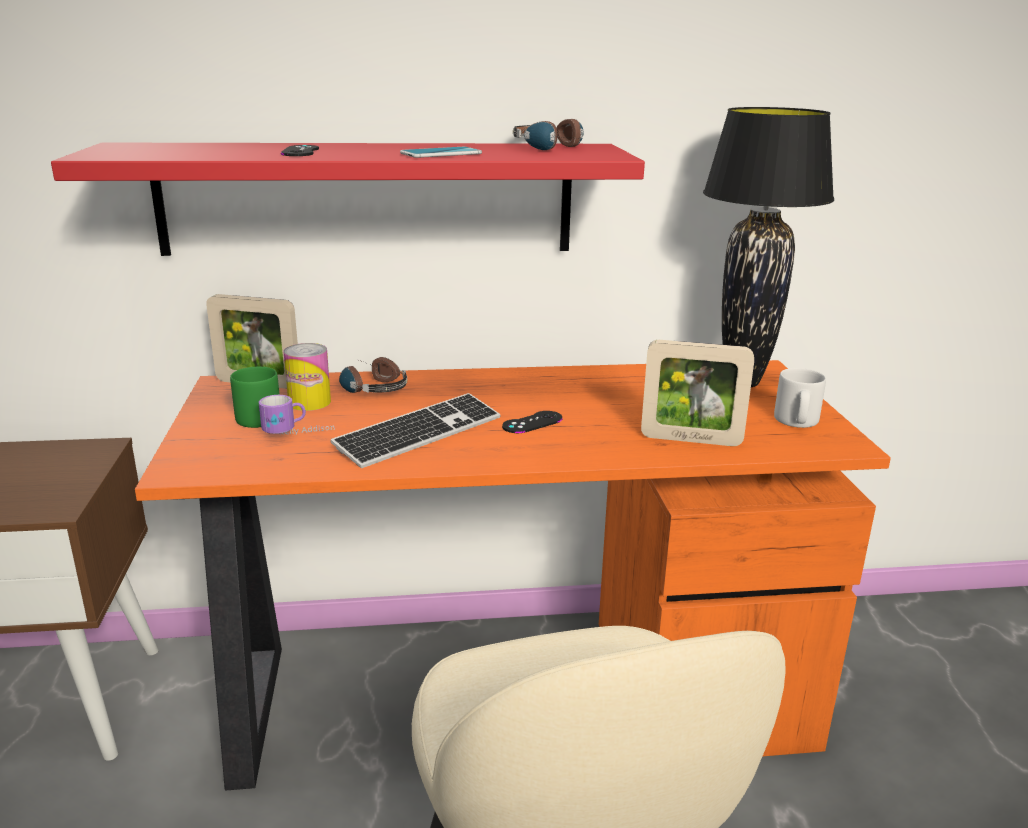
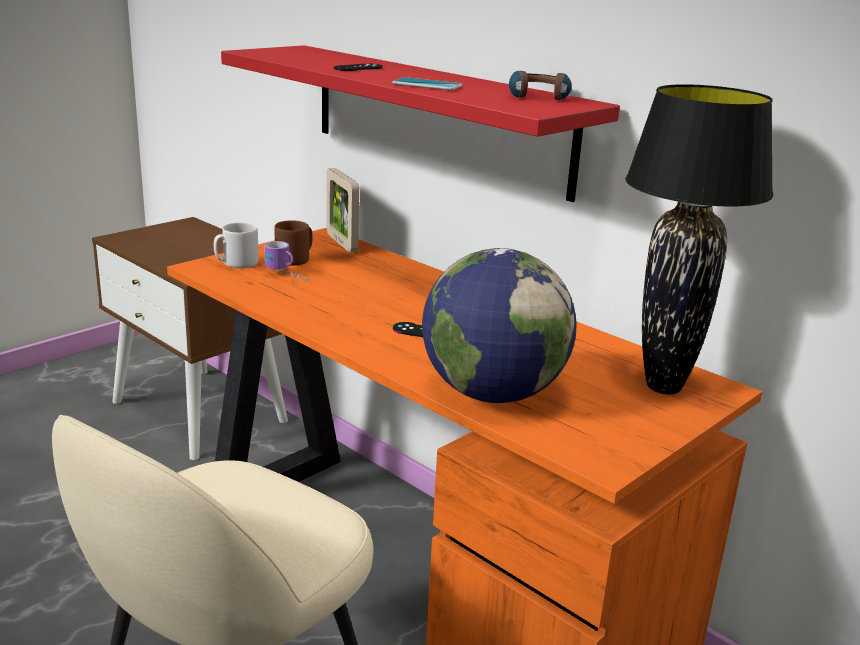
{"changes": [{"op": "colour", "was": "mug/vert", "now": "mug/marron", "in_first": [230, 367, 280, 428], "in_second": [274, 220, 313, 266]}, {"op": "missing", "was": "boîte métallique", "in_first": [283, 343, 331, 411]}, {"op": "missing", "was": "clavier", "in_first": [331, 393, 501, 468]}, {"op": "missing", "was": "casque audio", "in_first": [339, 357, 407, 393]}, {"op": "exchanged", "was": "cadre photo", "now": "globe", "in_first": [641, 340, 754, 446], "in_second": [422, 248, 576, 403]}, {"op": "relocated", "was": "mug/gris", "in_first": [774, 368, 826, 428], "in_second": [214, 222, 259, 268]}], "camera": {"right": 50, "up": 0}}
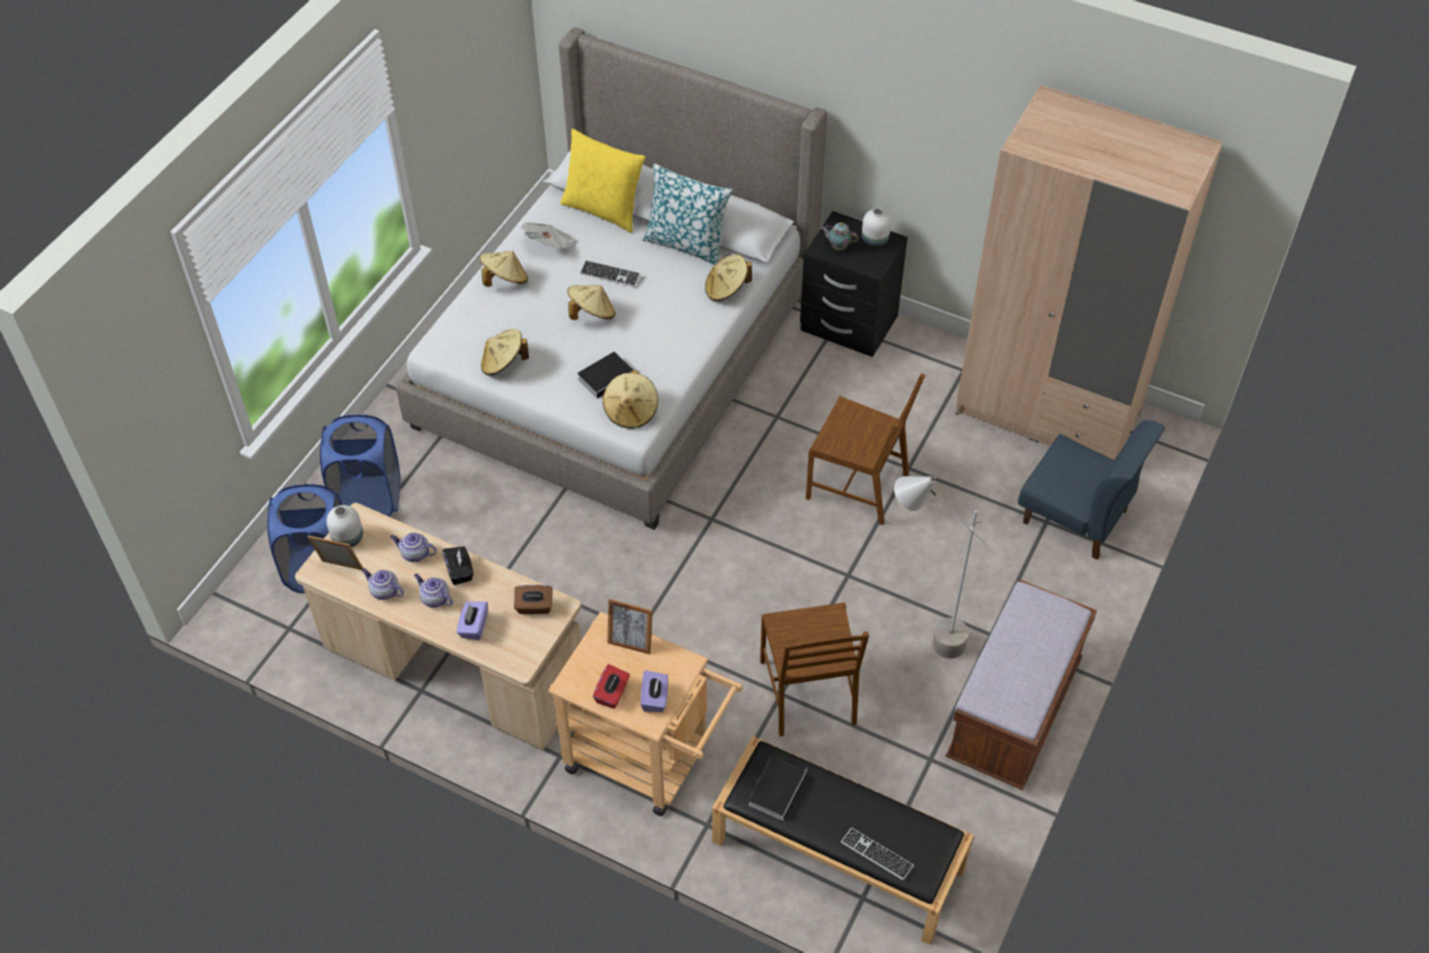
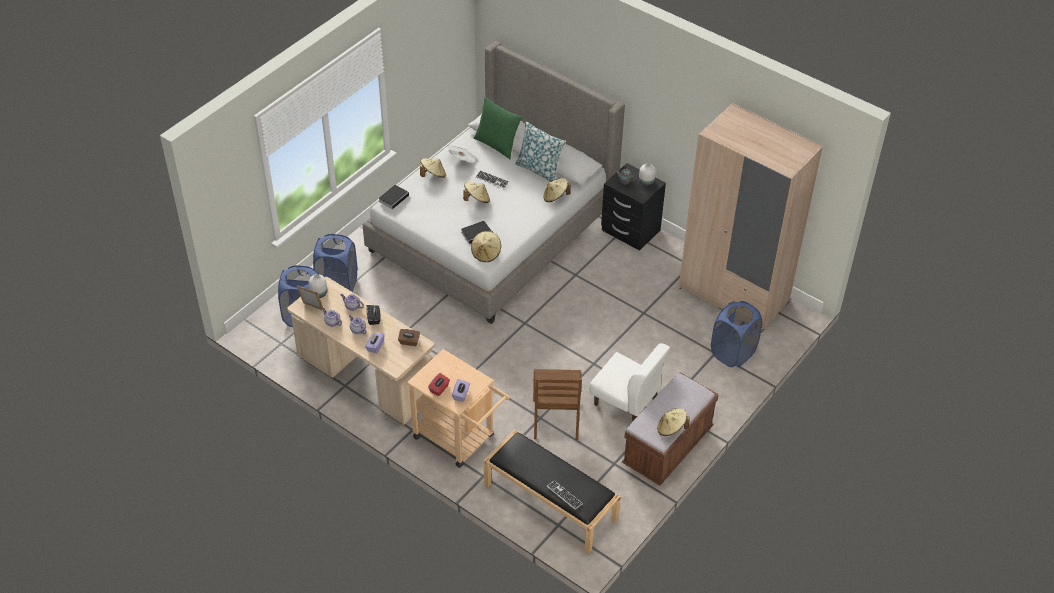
{"changes": [{"op": "relocated", "was": "chapeau/beige", "in_first": [481, 329, 529, 375], "in_second": [657, 408, 690, 436]}, {"op": "colour", "was": "coussin/jaune", "now": "coussin/vert", "in_first": [560, 129, 645, 233], "in_second": [474, 97, 522, 159]}, {"op": "missing", "was": "cadre photo", "in_first": [607, 599, 653, 654]}, {"op": "relocated", "was": "livre", "in_first": [749, 757, 808, 821], "in_second": [378, 185, 409, 209]}, {"op": "missing", "was": "chaise/marron", "in_first": [806, 373, 925, 525]}, {"op": "exchanged", "was": "lampadaire/gris", "now": "chaise/blanc", "in_first": [894, 476, 987, 659], "in_second": [589, 343, 670, 421]}, {"op": "exchanged", "was": "chaise/bleu", "now": "panier à linge/bleu", "in_first": [1018, 420, 1165, 560], "in_second": [711, 301, 763, 367]}], "camera": {"right": 10, "up": -5}}
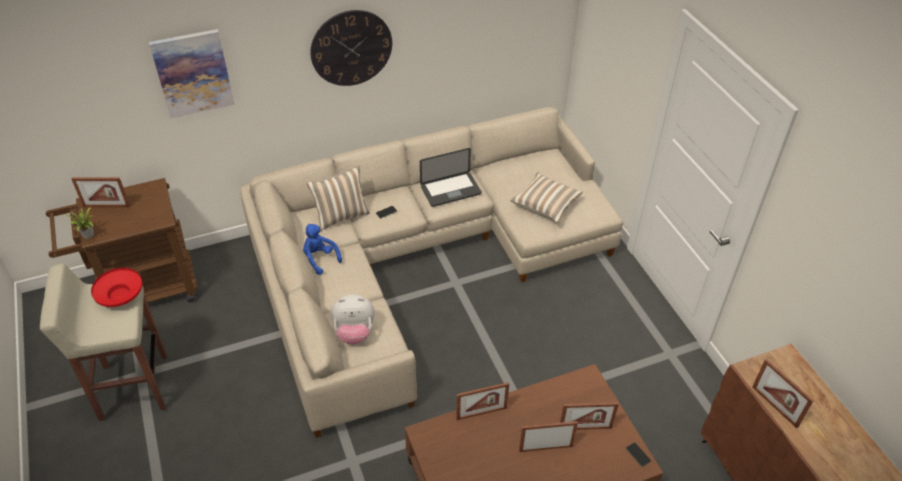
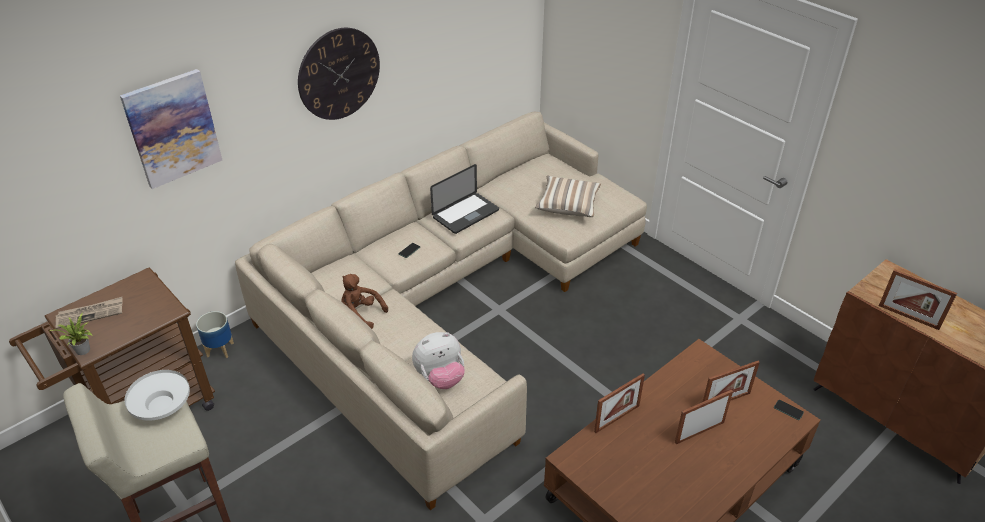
{"changes": [{"op": "exchanged", "was": "cadre photo", "now": "journal", "in_first": [71, 177, 130, 207], "in_second": [55, 297, 123, 329]}, {"op": "colour", "was": "bol/rouge", "now": "bol/blanc", "in_first": [91, 268, 143, 307], "in_second": [124, 370, 190, 421]}, {"op": "colour", "was": "peluche/bleu", "now": "peluche/marron", "in_first": [303, 224, 342, 275], "in_second": [341, 274, 388, 329]}, {"op": "missing", "was": "coussin", "in_first": [307, 165, 370, 231]}, {"op": "appeared", "now": "cache-pot", "in_second": [196, 311, 234, 358]}], "camera": {"right": -20, "up": -5}}
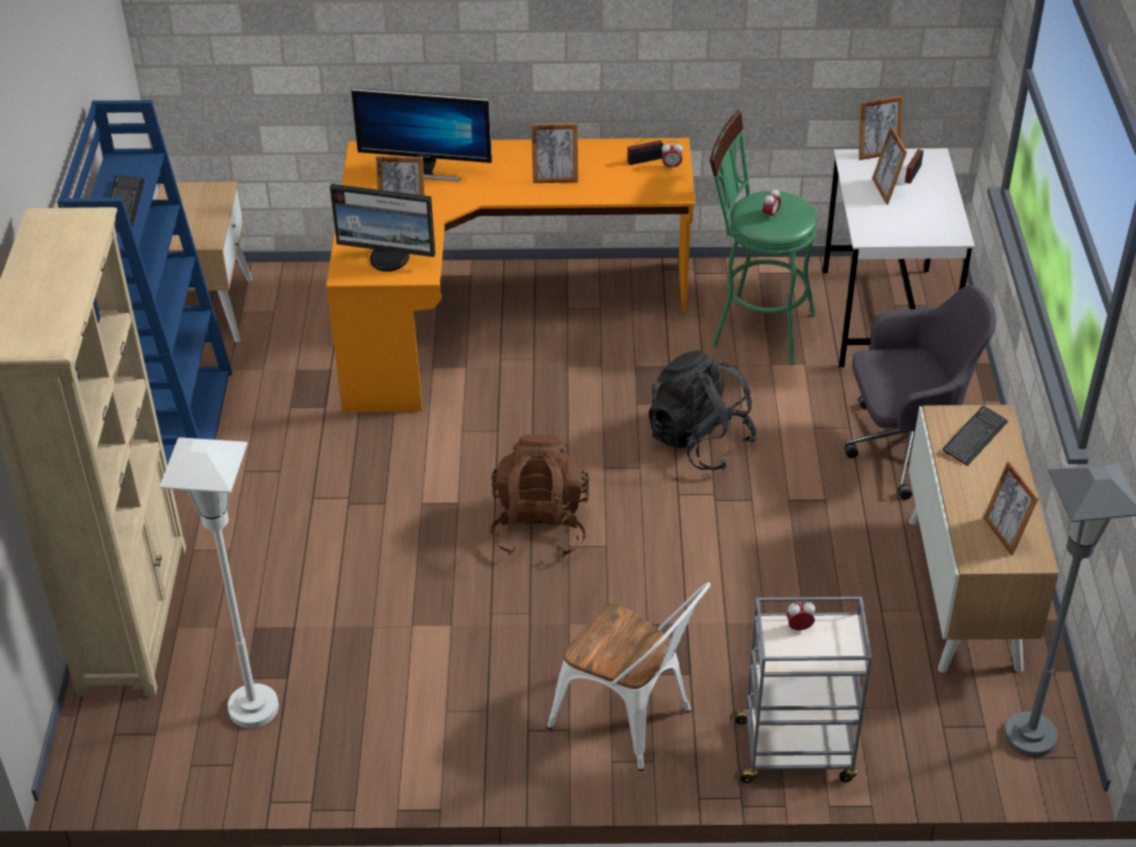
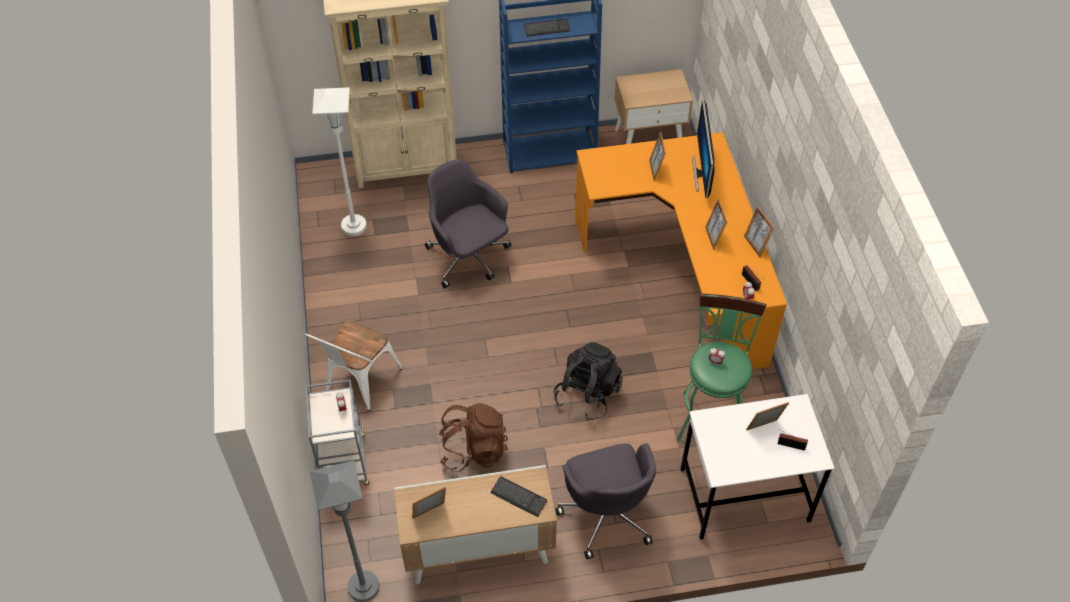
{"changes": [{"op": "missing", "was": "écran d'ordinateur", "in_first": [330, 184, 435, 272]}, {"op": "relocated", "was": "sac à dos/marron", "in_first": [489, 434, 589, 558], "in_second": [439, 403, 508, 472]}, {"op": "relocated", "was": "cadre photo", "in_first": [859, 96, 903, 160], "in_second": [744, 206, 774, 257]}, {"op": "appeared", "now": "chaise de bureau/gris", "in_second": [425, 159, 511, 288]}], "camera": {"right": 80, "up": 10}}
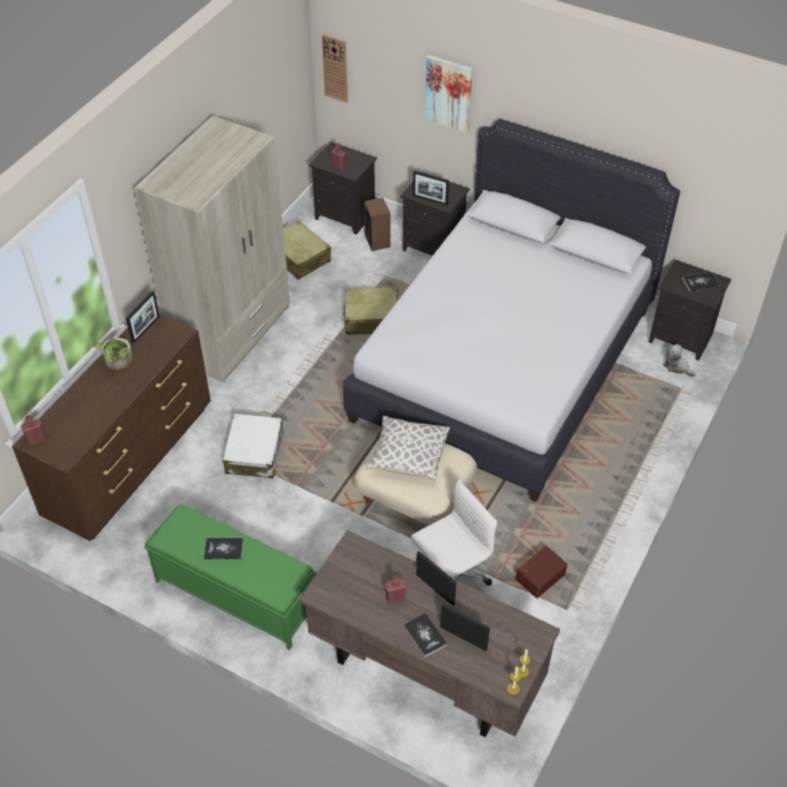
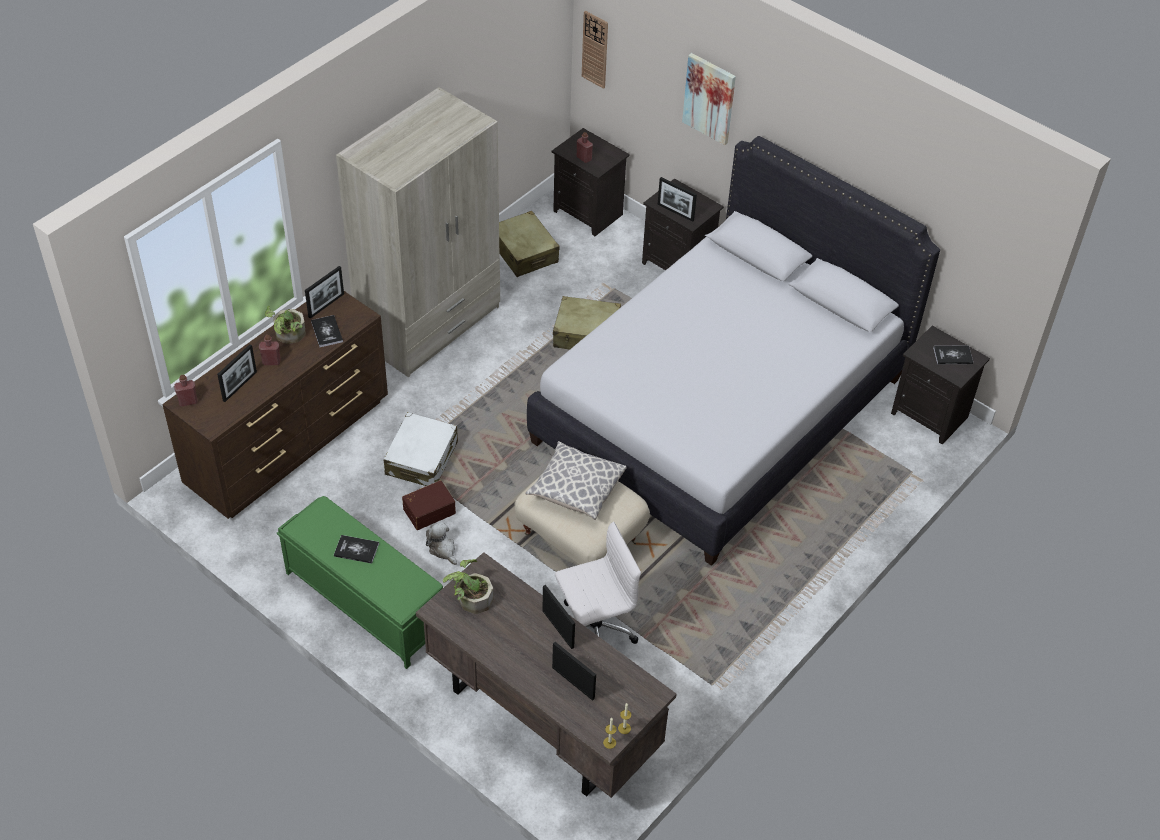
{"changes": [{"op": "missing", "was": "enceinte", "in_first": [364, 197, 391, 251]}, {"op": "relocated", "was": "bouteille/rouge", "in_first": [385, 575, 406, 604], "in_second": [259, 335, 281, 365]}, {"op": "relocated", "was": "livre", "in_first": [403, 613, 447, 657], "in_second": [311, 315, 343, 347]}, {"op": "relocated", "was": "boîte de rangement/marron", "in_first": [515, 545, 567, 598], "in_second": [402, 480, 456, 530]}, {"op": "relocated", "was": "peluche", "in_first": [663, 344, 696, 376], "in_second": [426, 522, 457, 565]}, {"op": "appeared", "now": "cadre photo", "in_second": [217, 344, 257, 402]}, {"op": "appeared", "now": "plante en pot", "in_second": [443, 559, 493, 614]}], "camera": {"right": 10, "up": 0}}
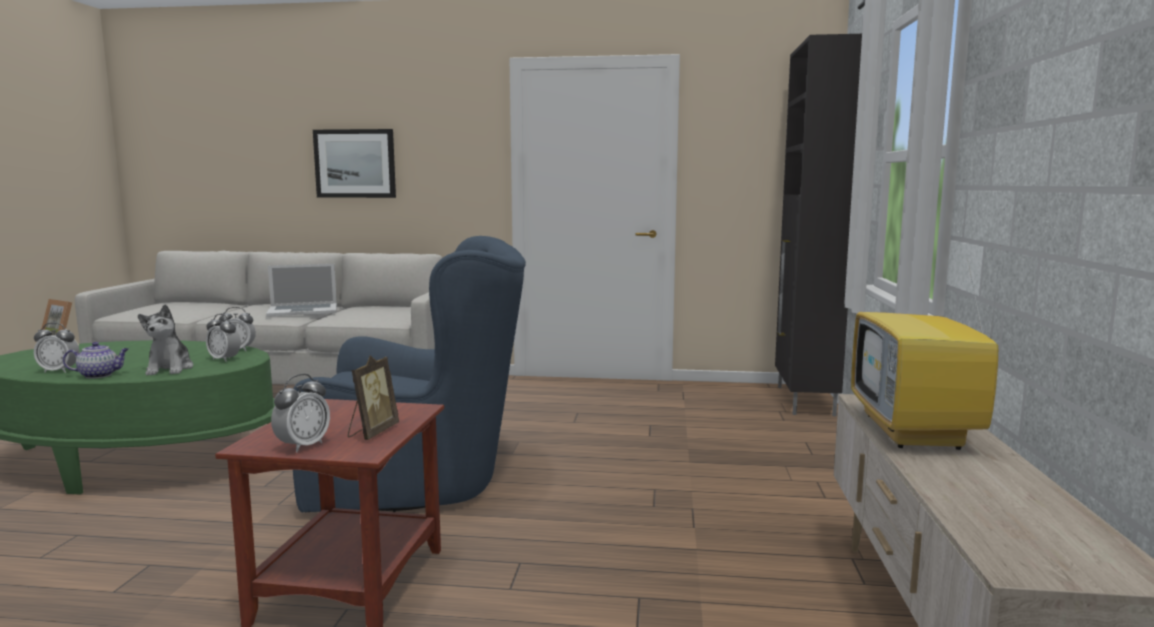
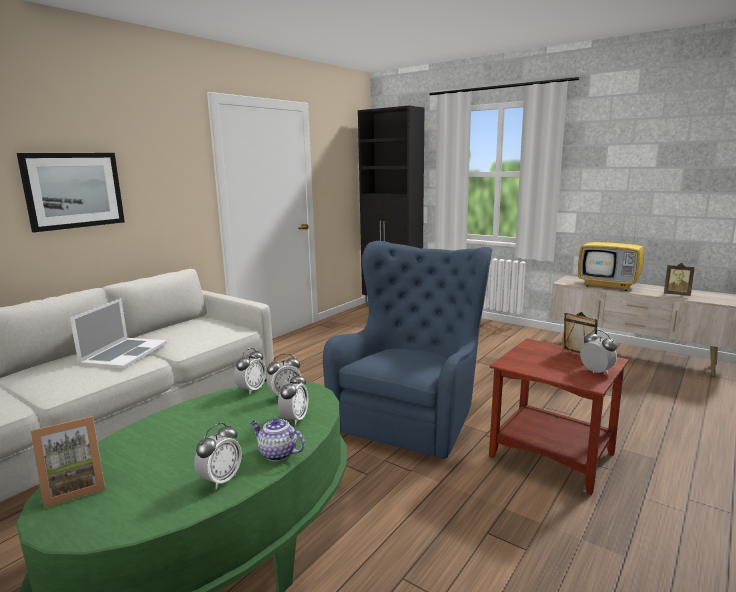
{"changes": [{"op": "spun", "was": "théière", "in_first": [63, 342, 129, 379], "in_second": [250, 418, 305, 461], "clockwise": -75}, {"op": "exchanged", "was": "peluche", "now": "réveil", "in_first": [138, 304, 193, 375], "in_second": [278, 372, 308, 425]}, {"op": "appeared", "now": "cadre photo", "in_second": [664, 263, 695, 296]}], "camera": {"right": -60, "up": 5}}
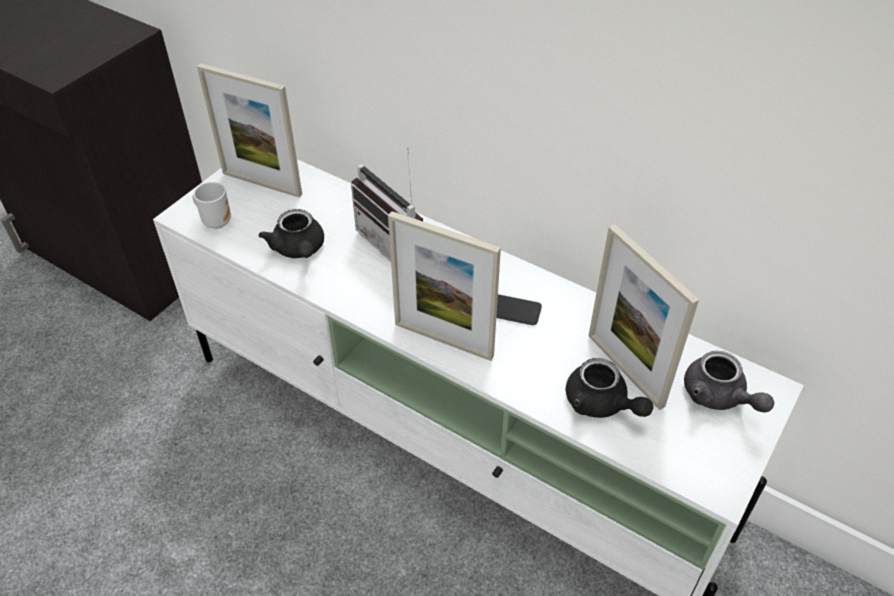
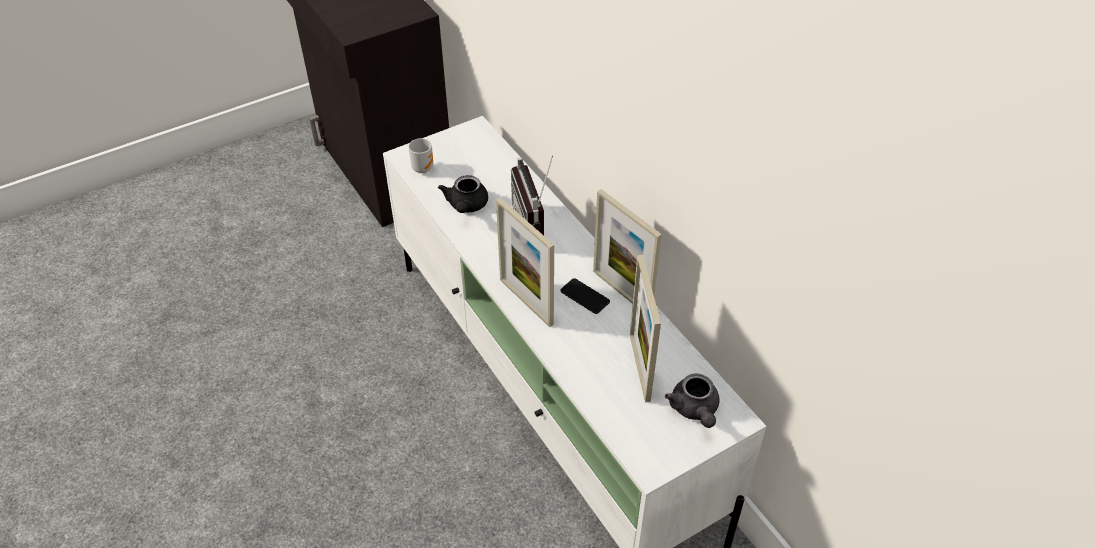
{"changes": [{"op": "relocated", "was": "cadre photo", "in_first": [197, 63, 302, 197], "in_second": [593, 189, 662, 304]}, {"op": "missing", "was": "théière/noir", "in_first": [566, 358, 653, 418]}], "camera": {"right": 25, "up": 0}}
